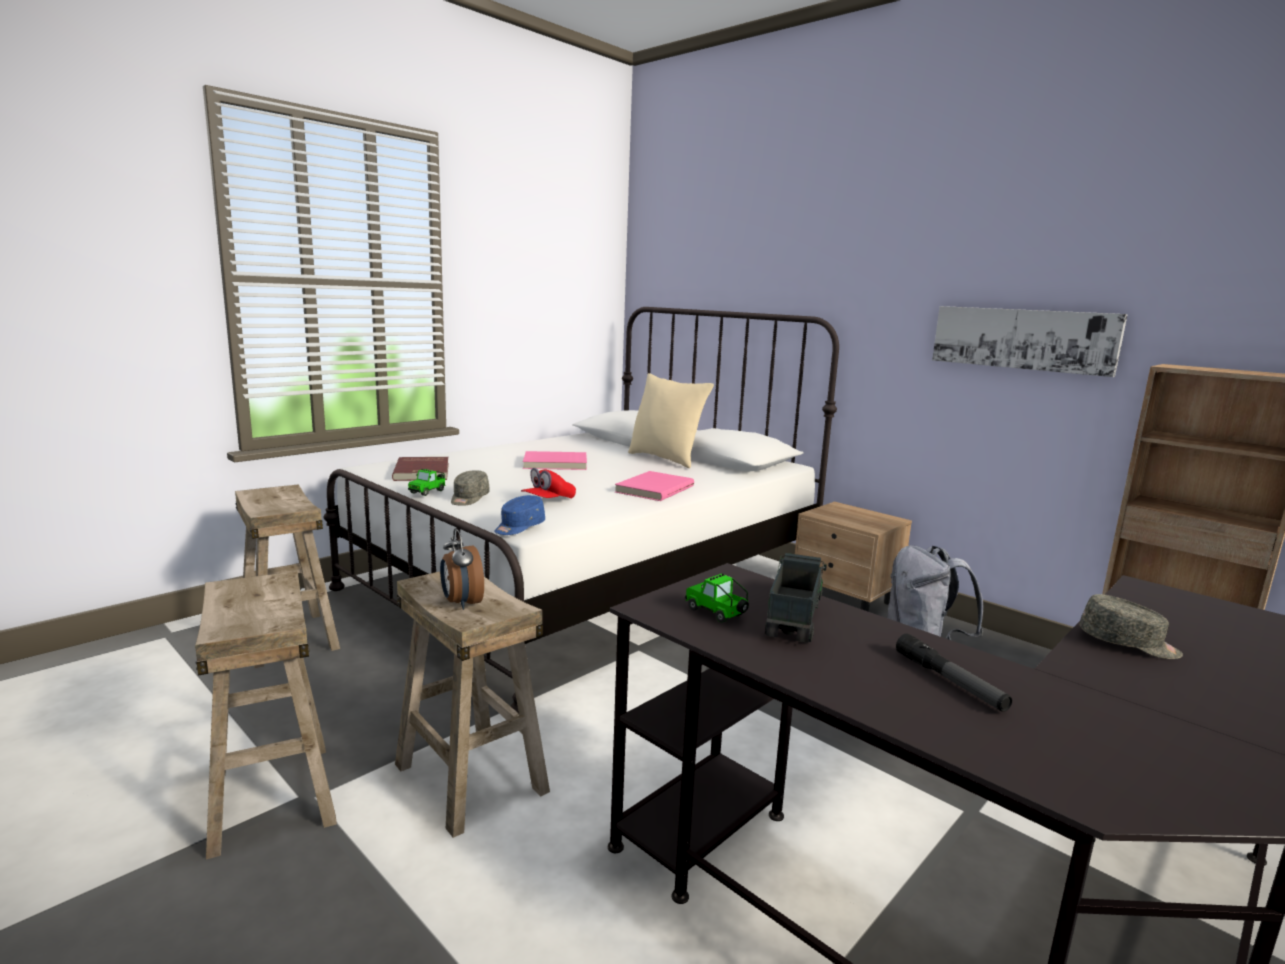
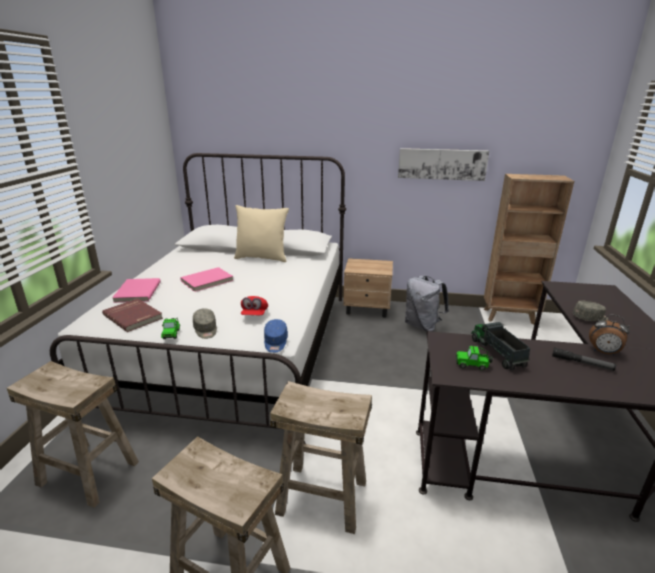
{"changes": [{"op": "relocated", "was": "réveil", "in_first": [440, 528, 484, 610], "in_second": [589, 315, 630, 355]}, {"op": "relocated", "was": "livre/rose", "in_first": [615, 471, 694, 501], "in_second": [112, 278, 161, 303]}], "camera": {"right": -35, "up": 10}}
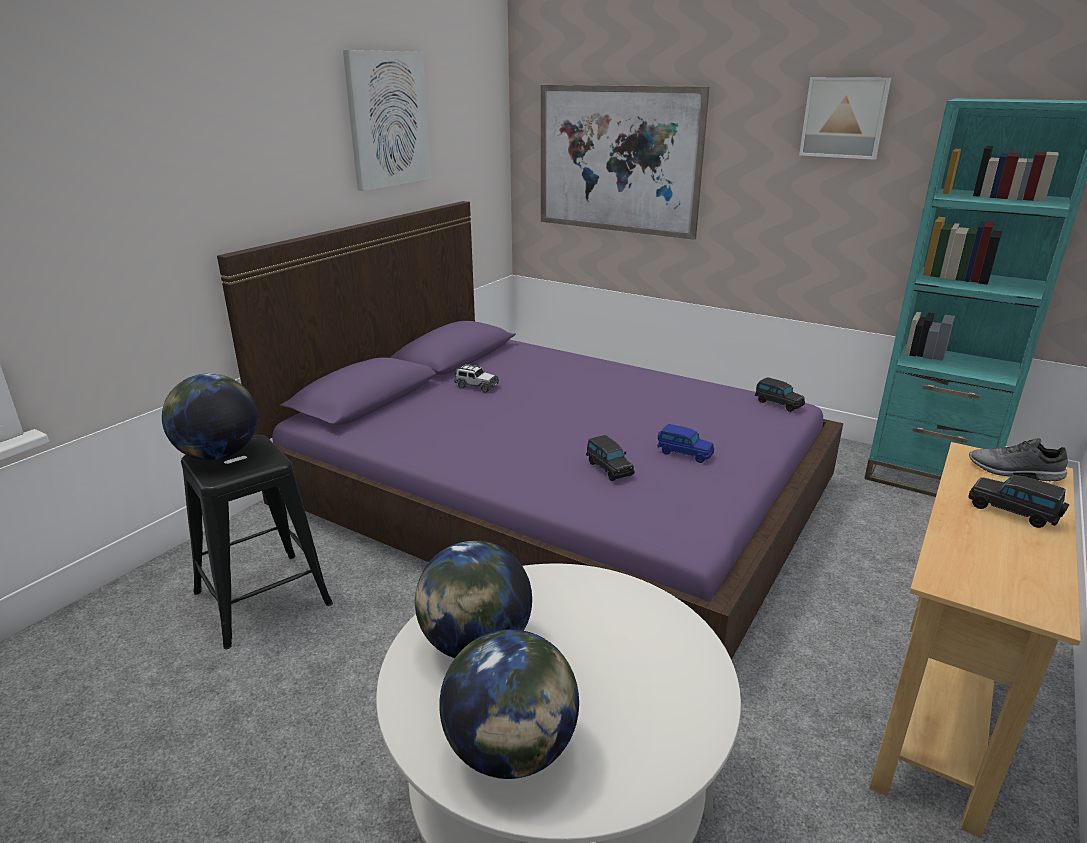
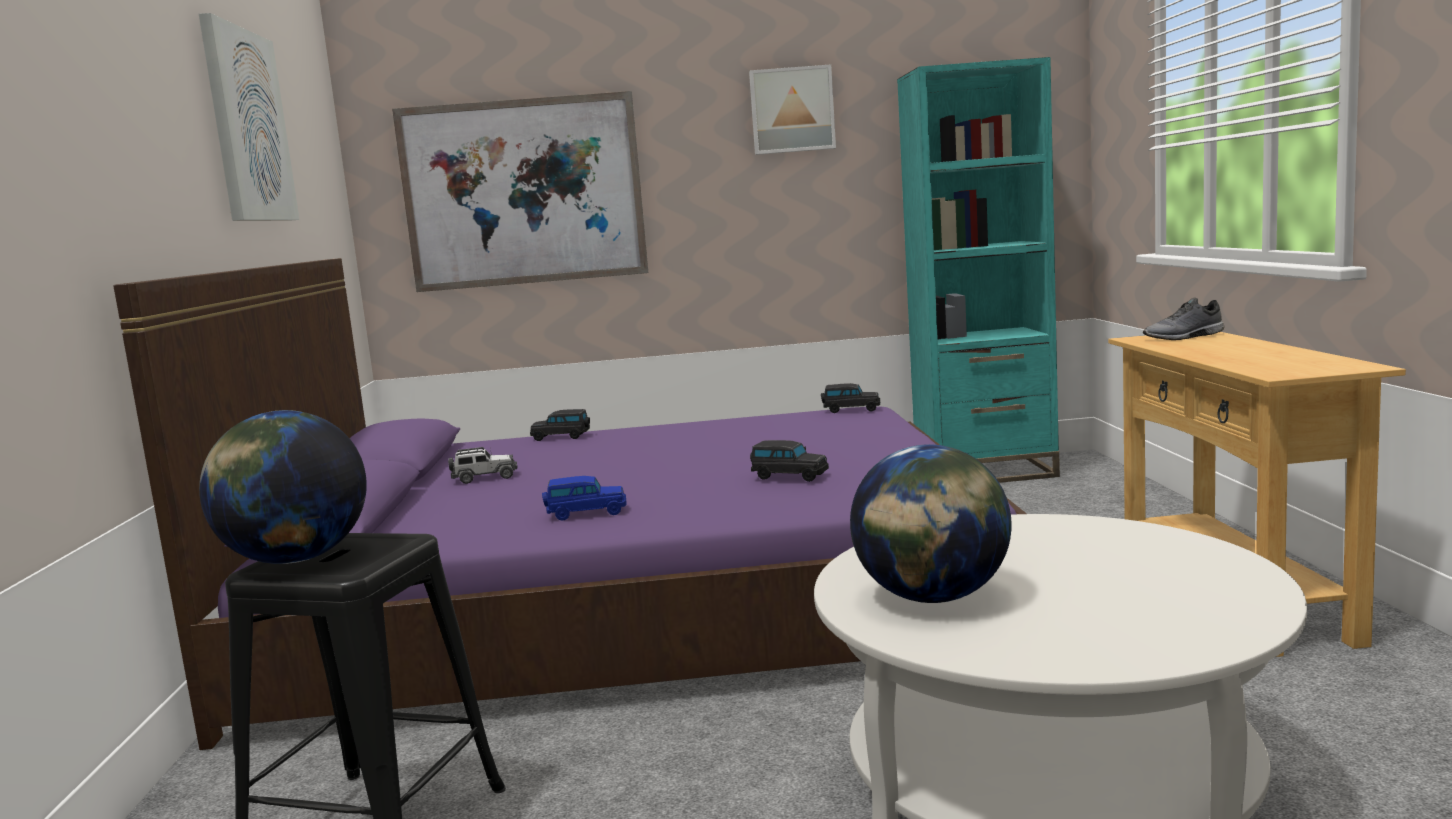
{"changes": [{"op": "missing", "was": "globe", "in_first": [439, 629, 579, 779]}, {"op": "relocated", "was": "petite voiture/bleu", "in_first": [657, 424, 714, 463], "in_second": [542, 476, 626, 521]}, {"op": "relocated", "was": "petite voiture/noir", "in_first": [968, 475, 1069, 528], "in_second": [530, 409, 590, 441]}], "camera": {"right": -35, "up": -15}}
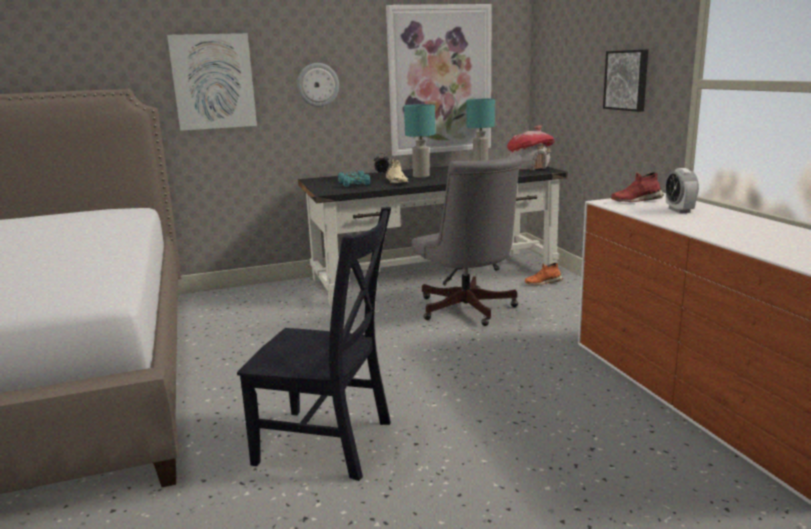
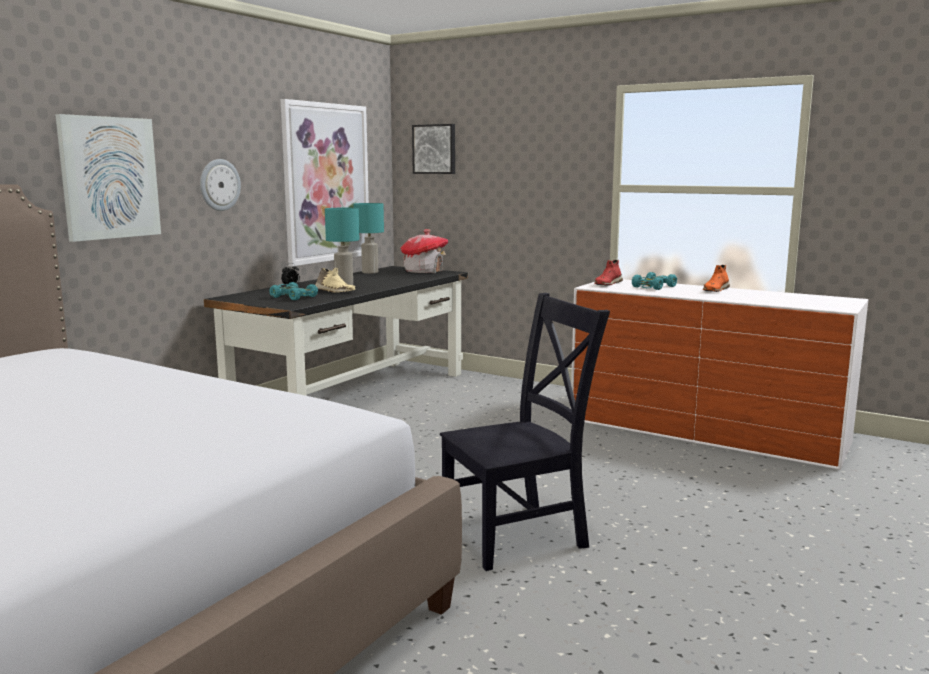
{"changes": [{"op": "missing", "was": "chaise de bureau/gris", "in_first": [411, 155, 522, 326]}, {"op": "relocated", "was": "chaussure/orange", "in_first": [525, 263, 563, 285], "in_second": [702, 265, 730, 292]}, {"op": "relocated", "was": "tableau", "in_first": [603, 49, 648, 112], "in_second": [412, 124, 455, 174]}, {"op": "exchanged", "was": "réveil", "now": "petite voiture/turquoise", "in_first": [665, 168, 699, 213], "in_second": [632, 272, 677, 290]}], "camera": {"right": -40, "up": -5}}
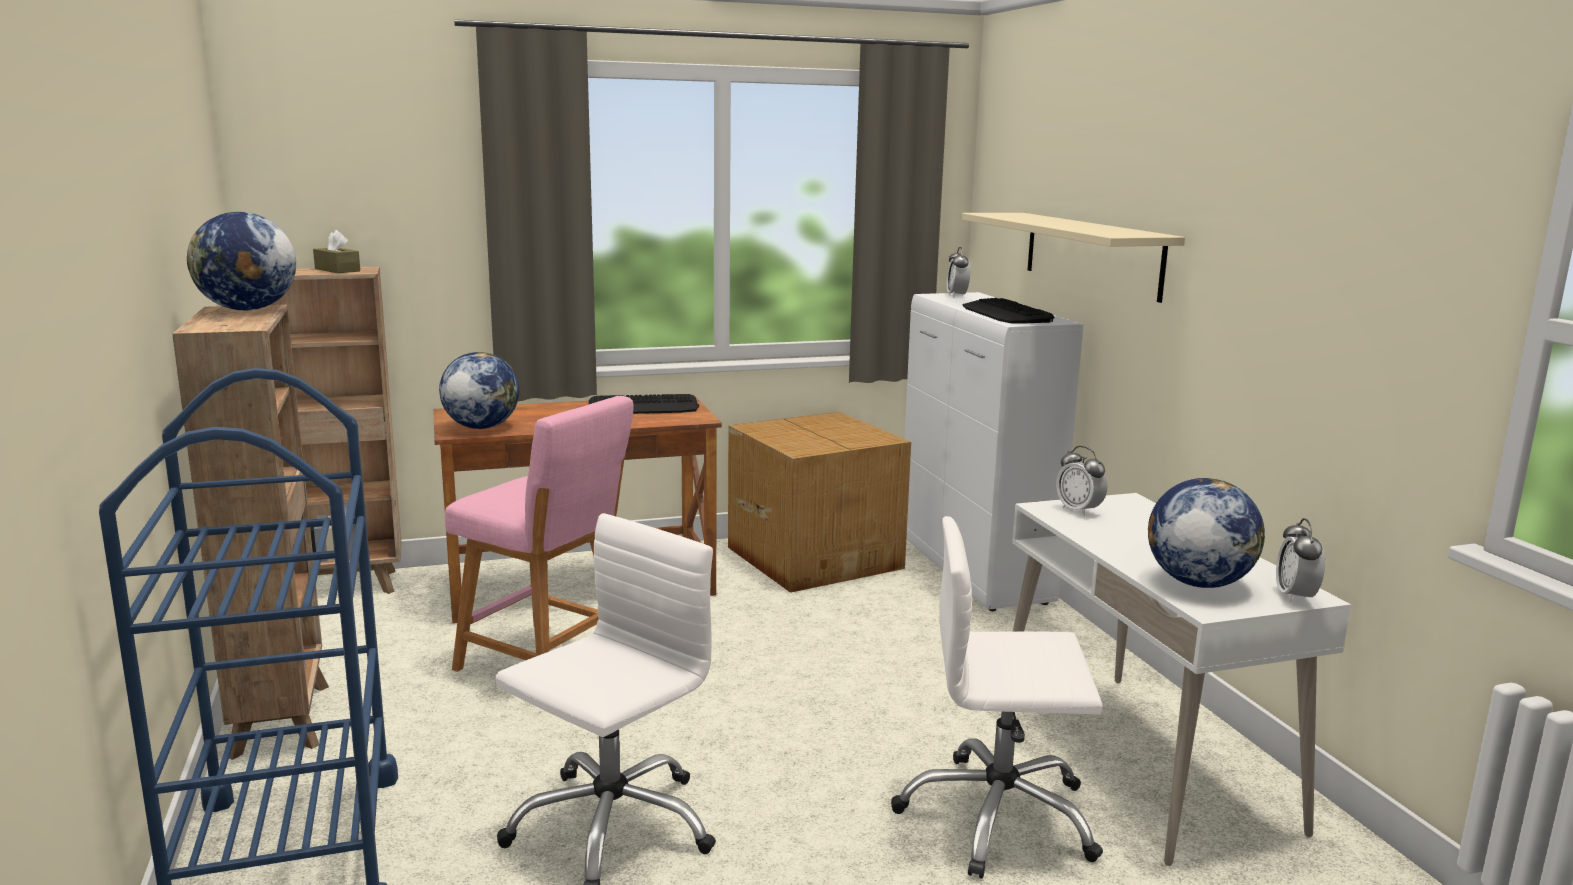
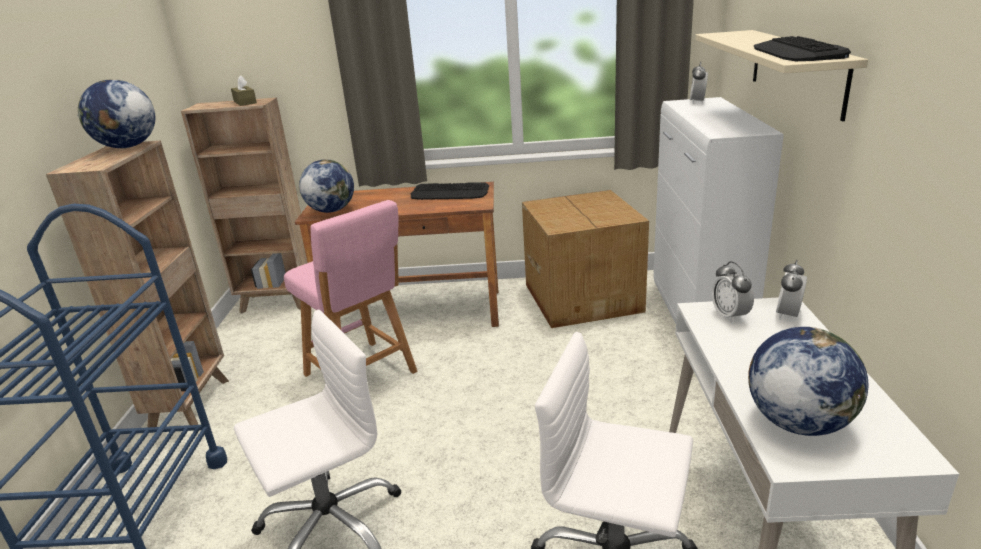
{"changes": [{"op": "relocated", "was": "clavier", "in_first": [962, 298, 1054, 324], "in_second": [754, 36, 851, 61]}, {"op": "relocated", "was": "réveil", "in_first": [1276, 518, 1325, 603], "in_second": [776, 260, 807, 320]}], "camera": {"right": 20, "up": 10}}
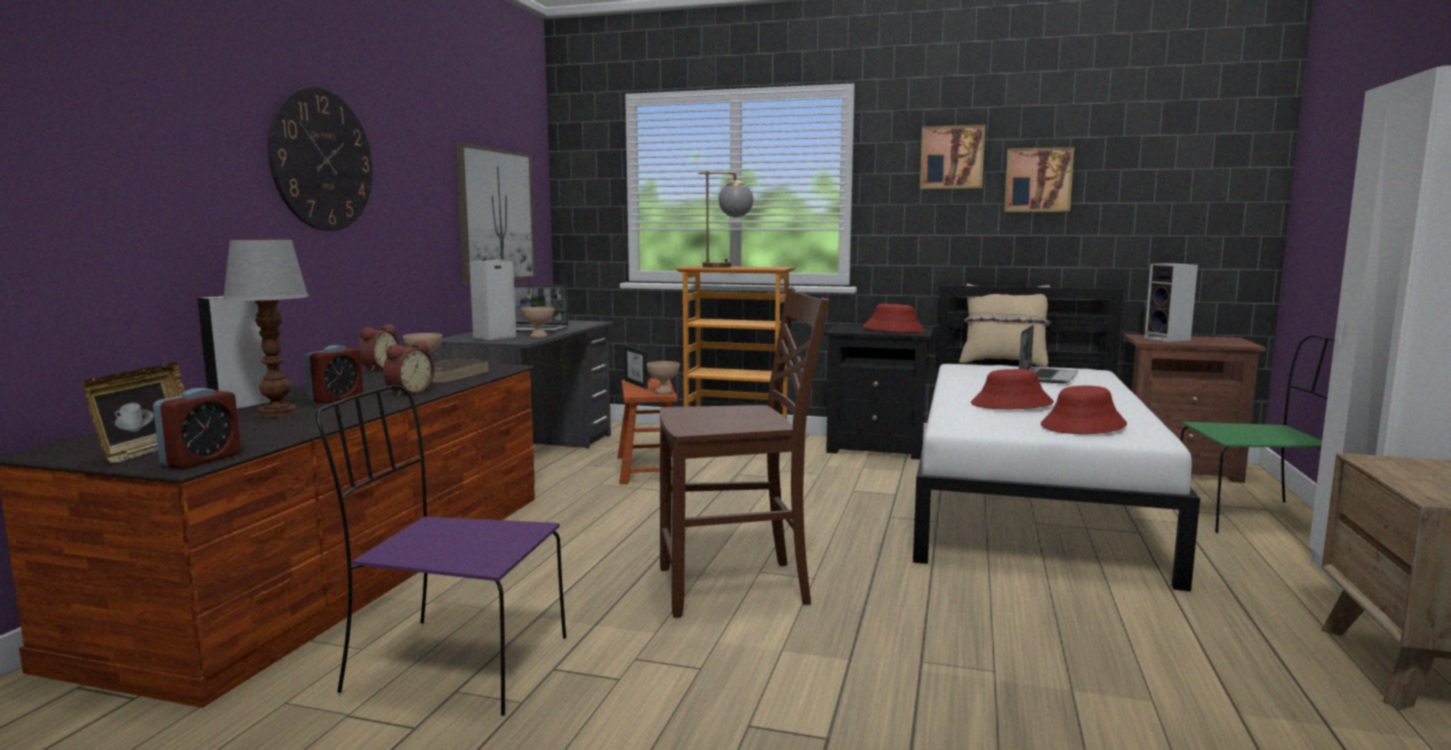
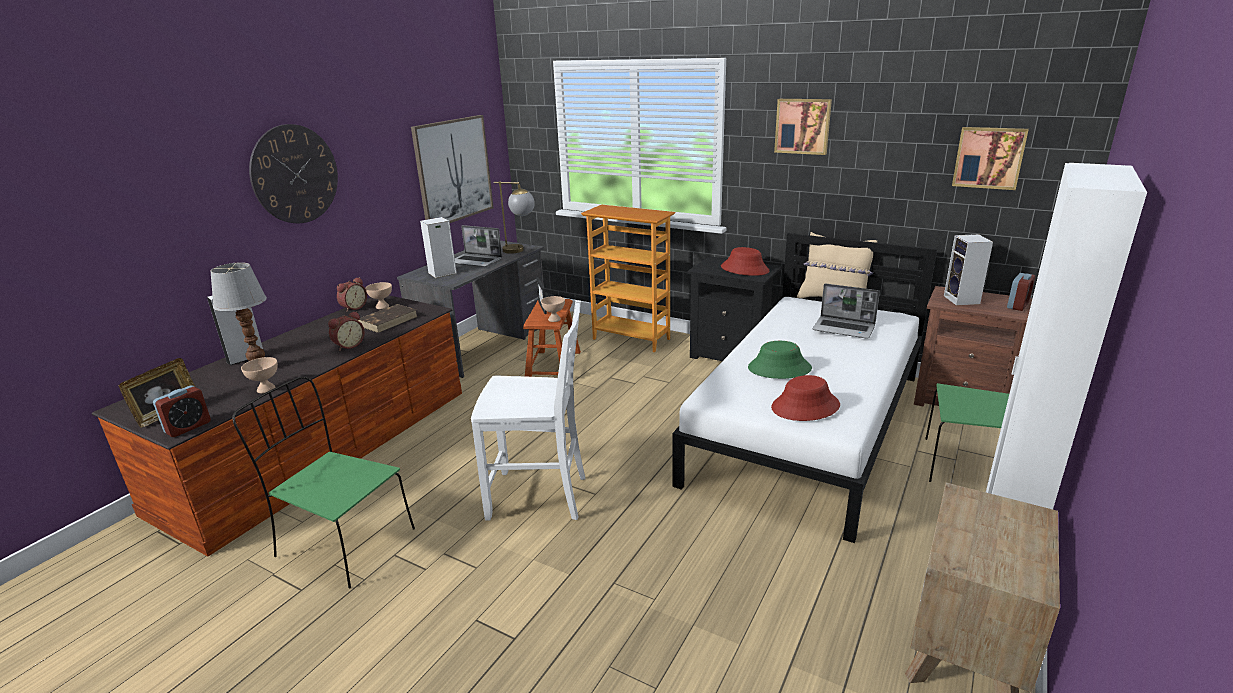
{"changes": [{"op": "relocated", "was": "réveil", "in_first": [304, 345, 363, 404], "in_second": [1007, 273, 1035, 311]}, {"op": "colour", "was": "chaise/violet", "now": "chaise/vert", "in_first": [316, 385, 566, 716], "in_second": [232, 376, 415, 588]}, {"op": "relocated", "was": "bol/beige", "in_first": [521, 307, 554, 338], "in_second": [241, 357, 278, 394]}, {"op": "colour", "was": "chaise/marron", "now": "chaise/blanc", "in_first": [660, 289, 829, 618], "in_second": [471, 300, 586, 521]}, {"op": "relocated", "was": "lampe de table", "in_first": [699, 171, 754, 268], "in_second": [494, 181, 535, 254]}, {"op": "colour", "was": "chapeau/rouge", "now": "chapeau/vert", "in_first": [971, 369, 1054, 409], "in_second": [748, 341, 812, 379]}, {"op": "relocated", "was": "tableau", "in_first": [1004, 147, 1074, 212], "in_second": [952, 127, 1029, 190]}, {"op": "spun", "was": "ordinateur portable", "in_first": [1019, 325, 1078, 384], "in_second": [812, 284, 880, 338], "clockwise": 75}], "camera": {"right": 15, "up": 15}}
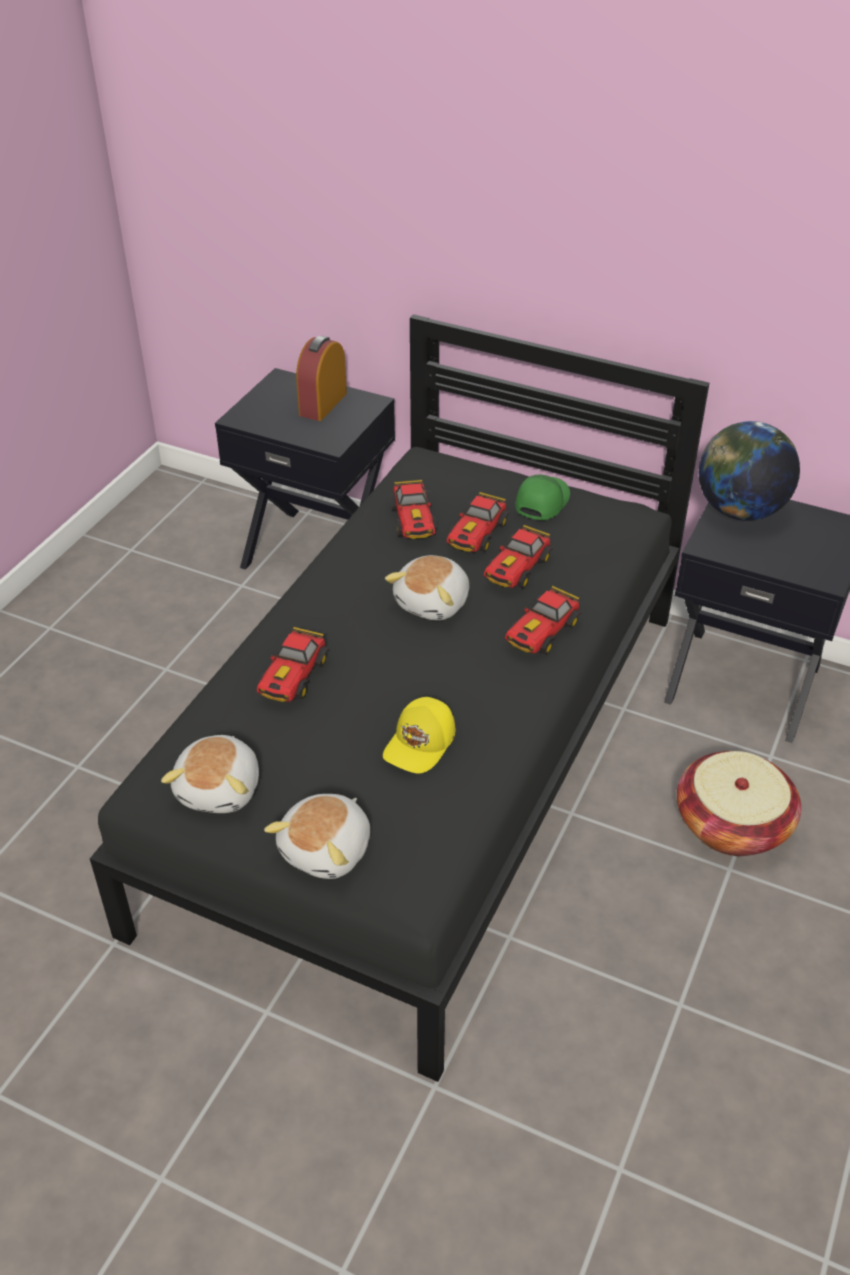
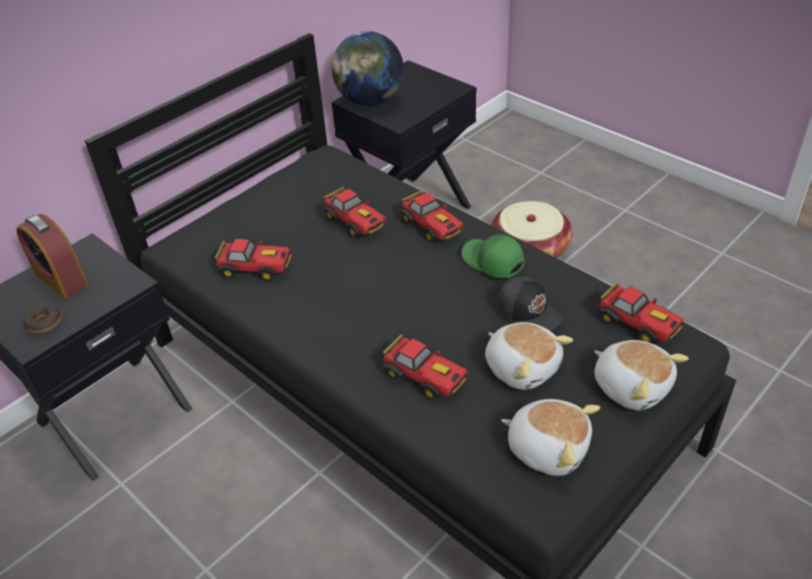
{"changes": [{"op": "colour", "was": "casquette/jaune", "now": "casquette/noir", "in_first": [383, 697, 455, 773], "in_second": [497, 276, 564, 331]}, {"op": "relocated", "was": "peluche", "in_first": [385, 555, 469, 621], "in_second": [485, 322, 573, 390]}, {"op": "relocated", "was": "petite voiture", "in_first": [447, 492, 510, 552], "in_second": [597, 282, 684, 343]}, {"op": "relocated", "was": "casquette/vert", "in_first": [515, 475, 570, 521], "in_second": [461, 234, 524, 278]}, {"op": "appeared", "now": "beignet", "in_second": [23, 305, 61, 334]}], "camera": {"right": -70, "up": 0}}
